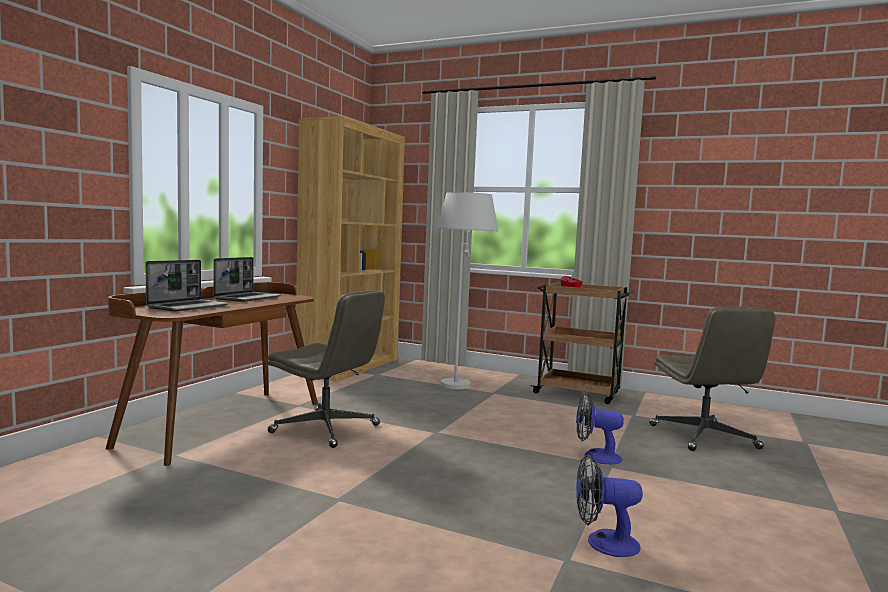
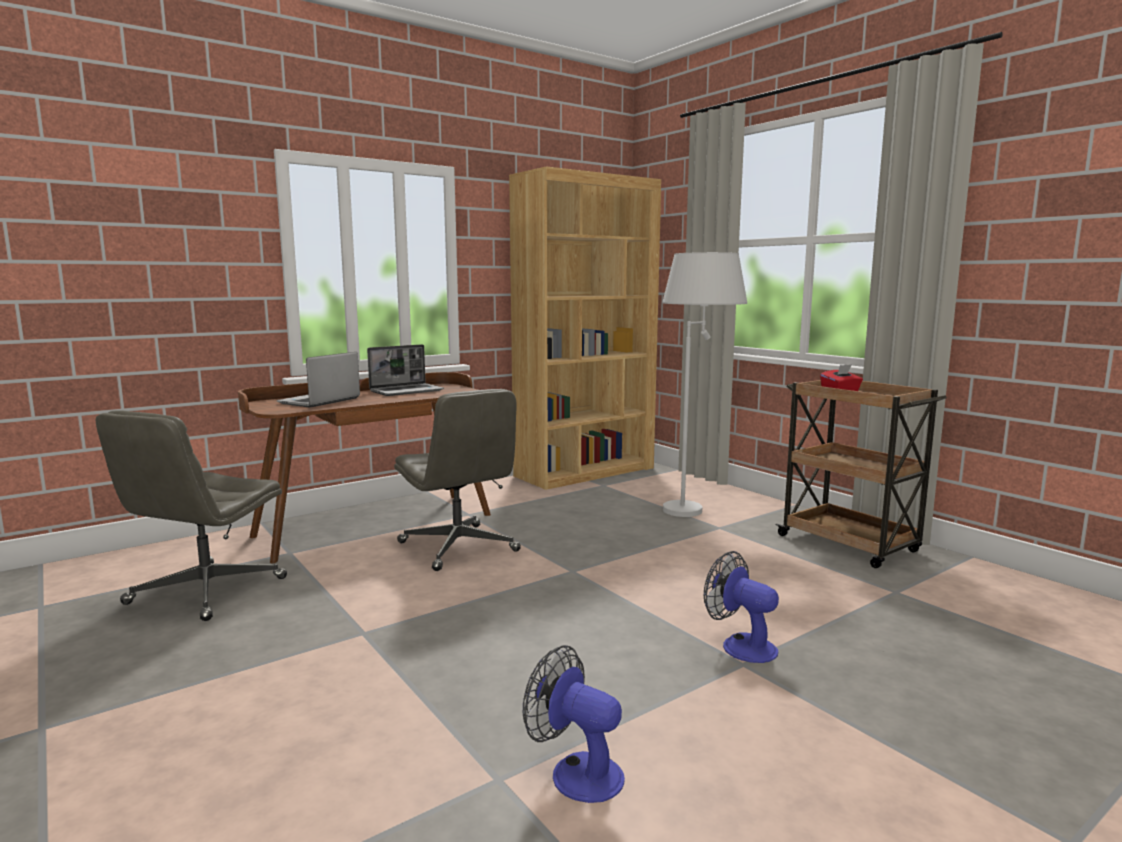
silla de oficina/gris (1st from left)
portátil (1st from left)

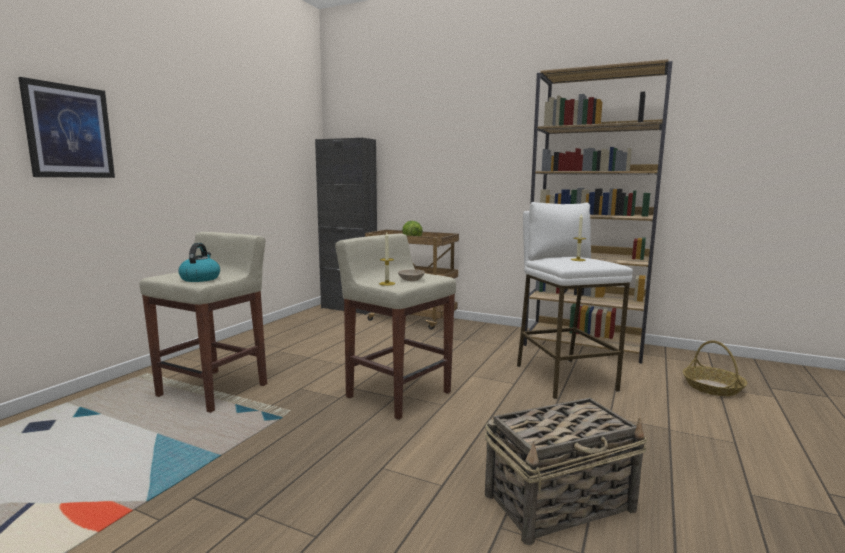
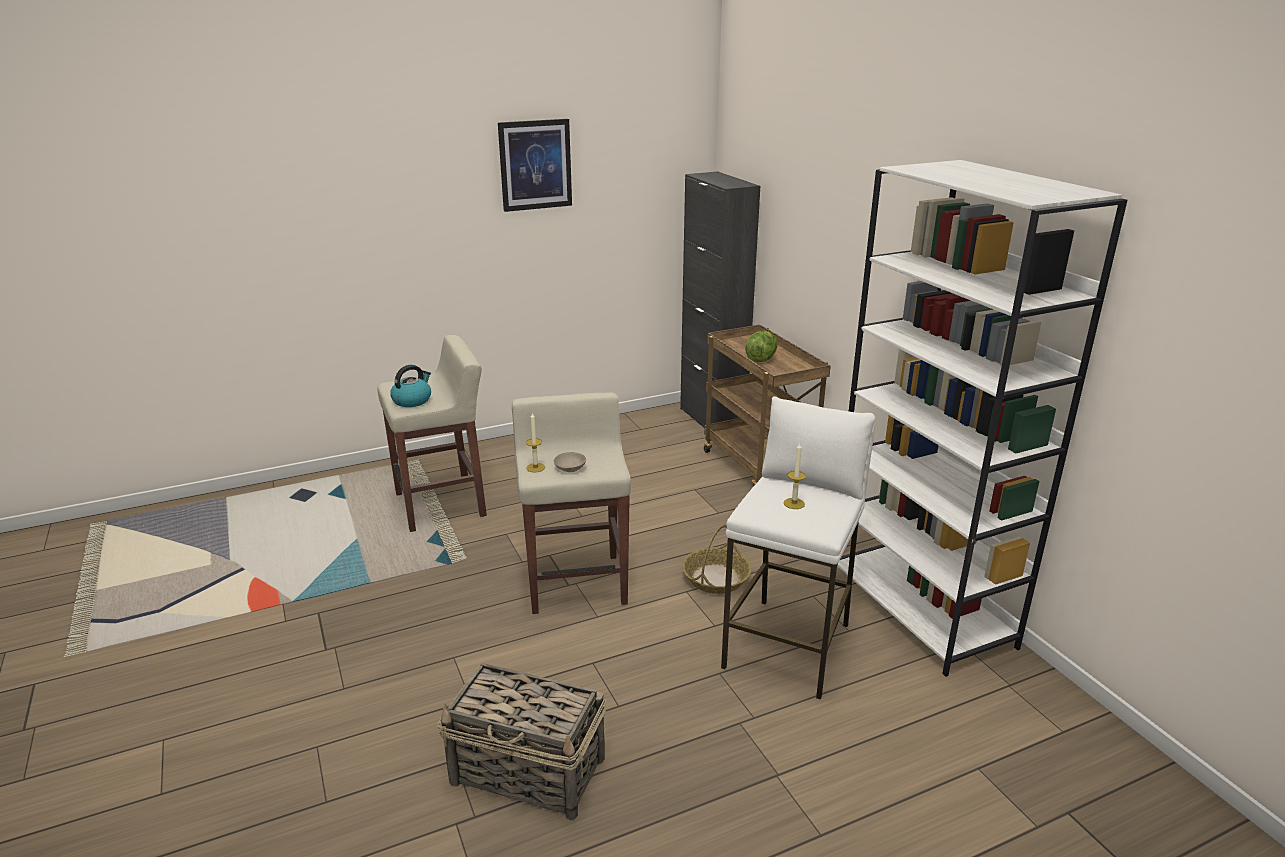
cuadro
cesta (2nd from left)
estantería/blanco

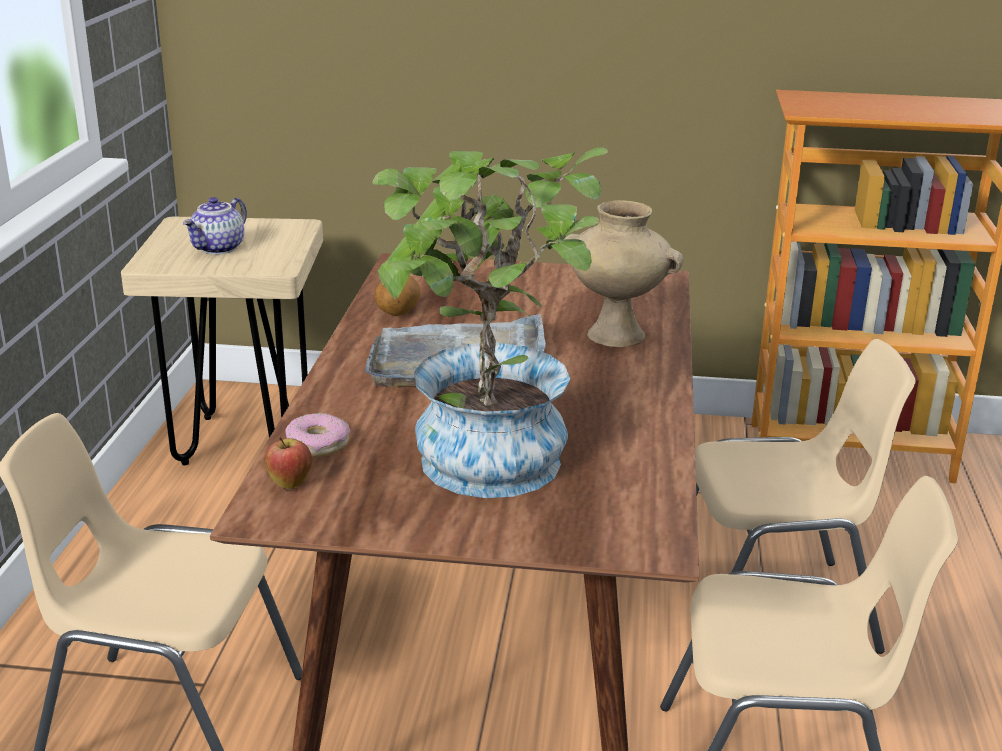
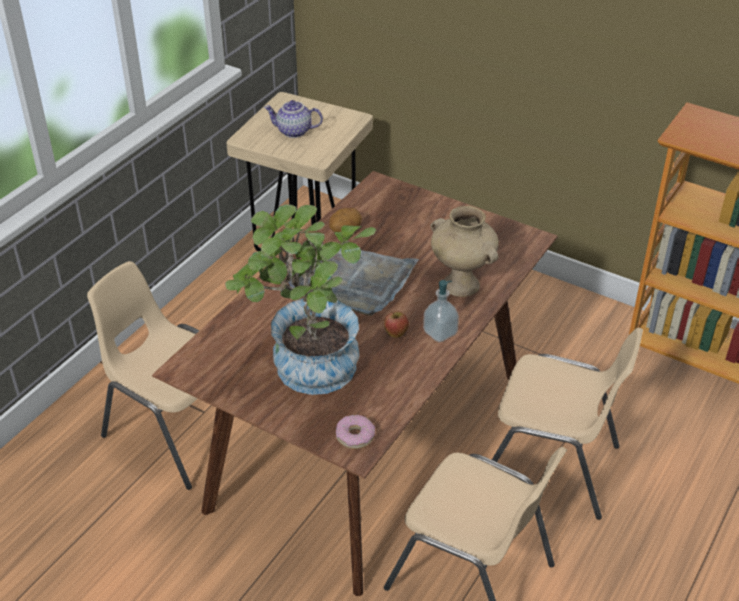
dispensador de jabón
manzana
rosquilla
tetera

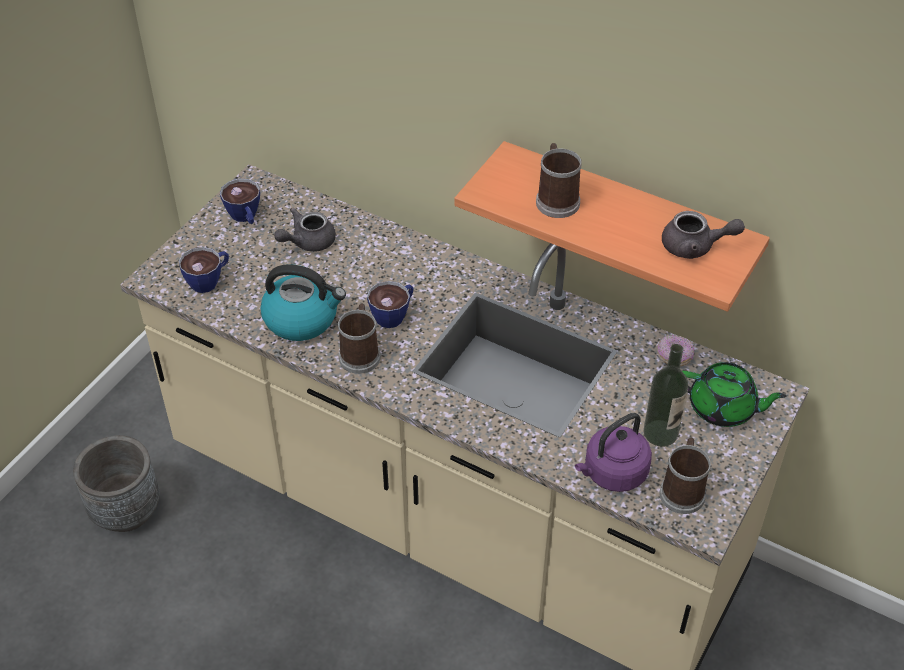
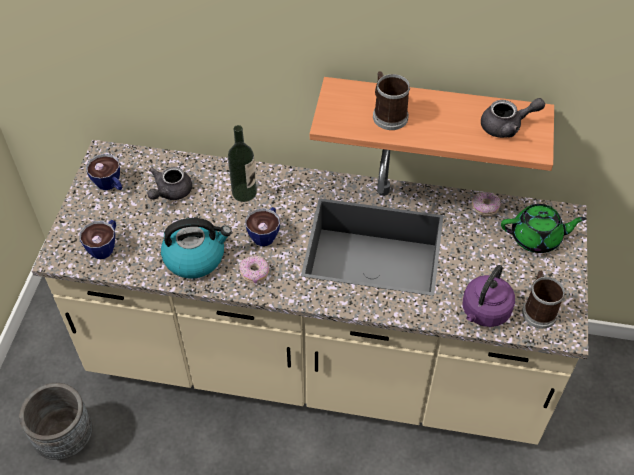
botella
rosquilla (1st from left)

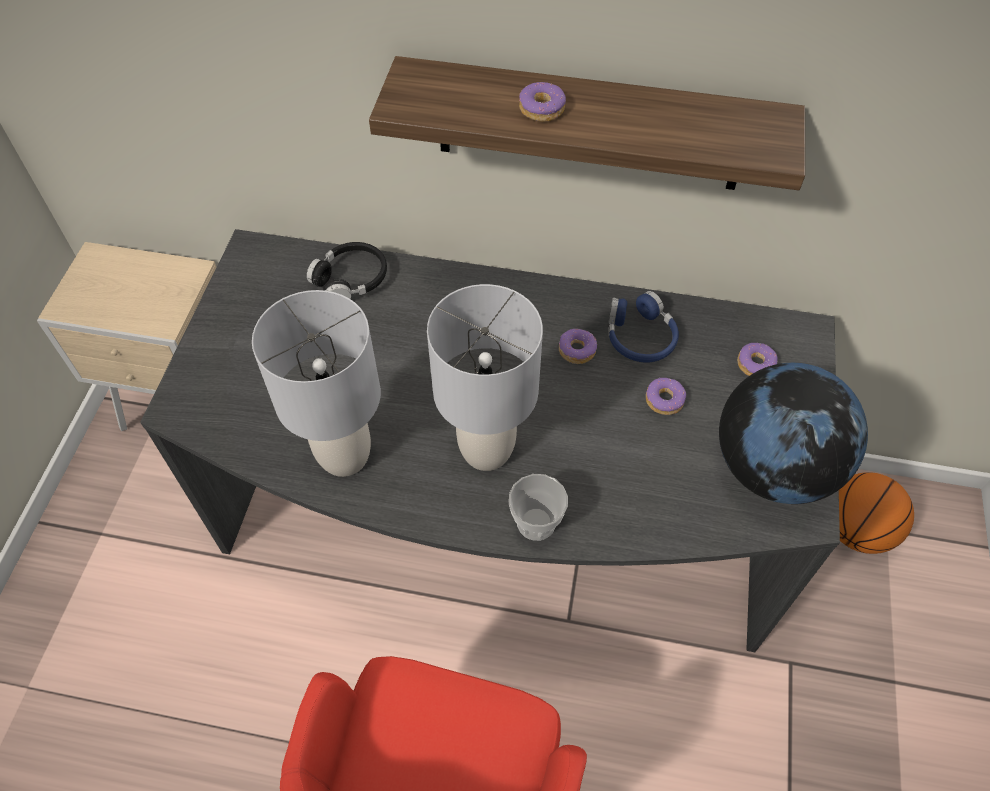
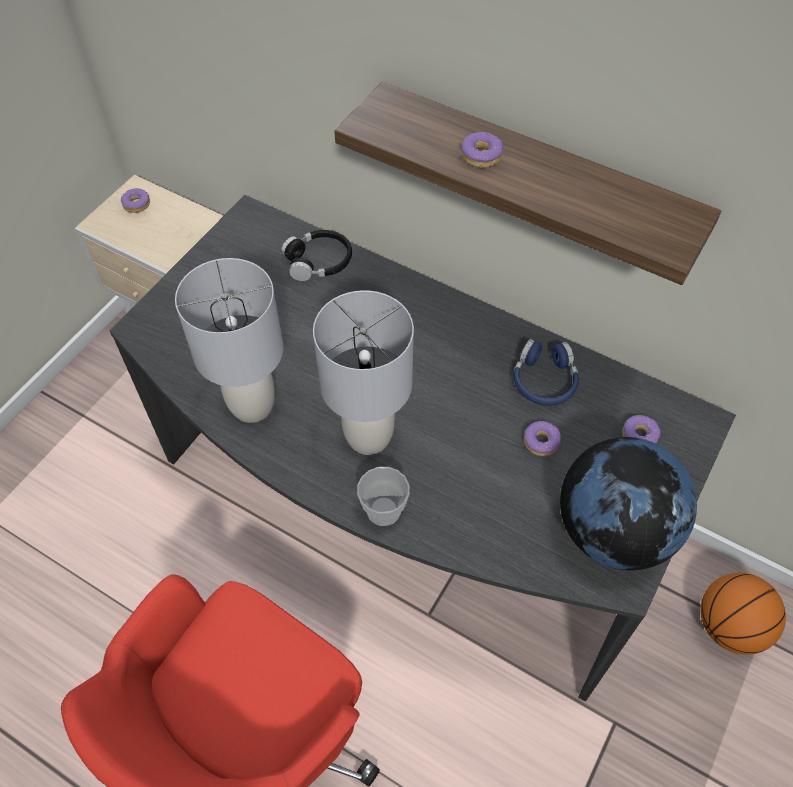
rosquilla (1st from left)

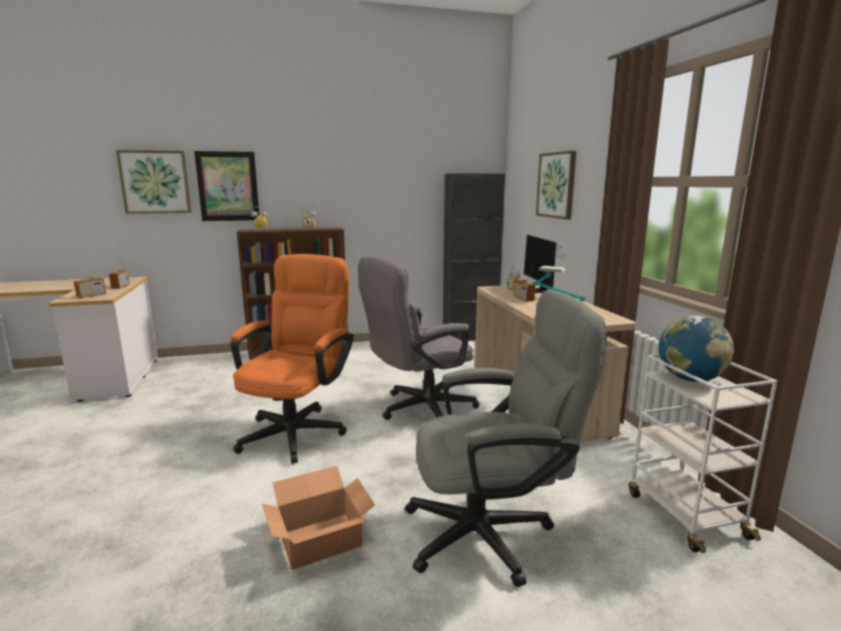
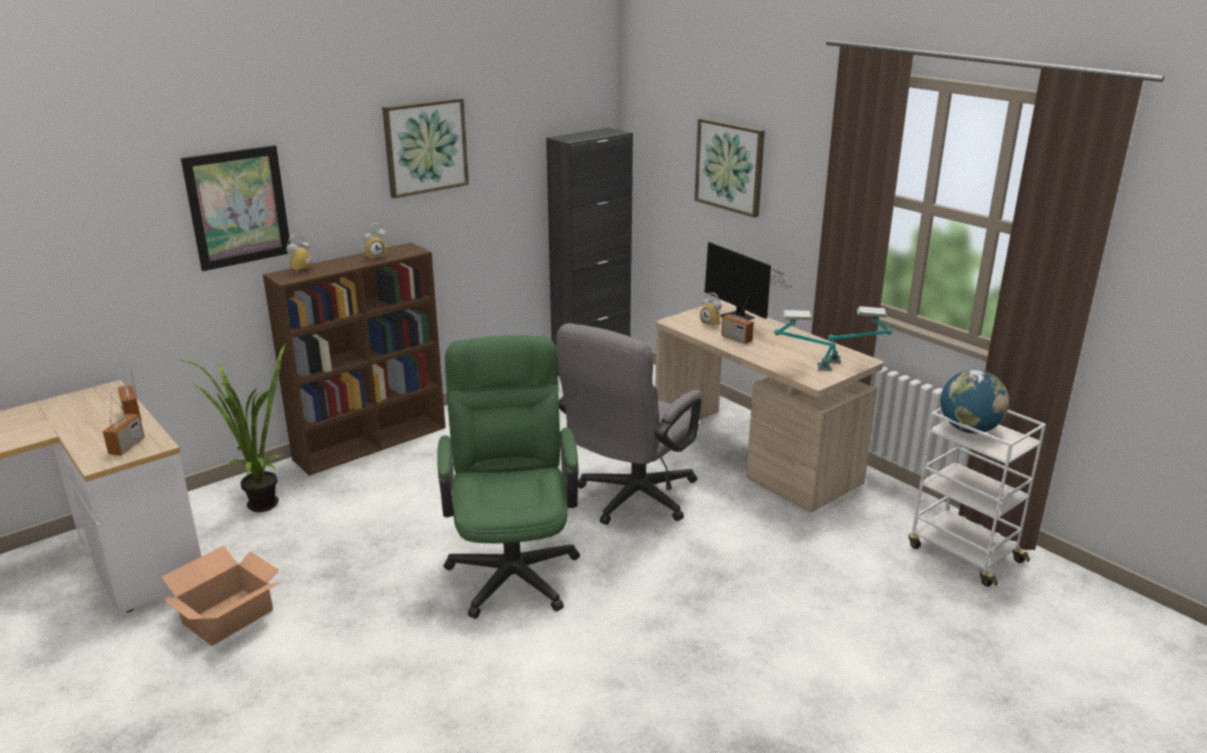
silla de oficina/gris (2nd from left in the first image)
planta en maceta
lámpara de mesa (2nd from left)
cuadro (2nd from left)
caja de cartón
silla de oficina/verde

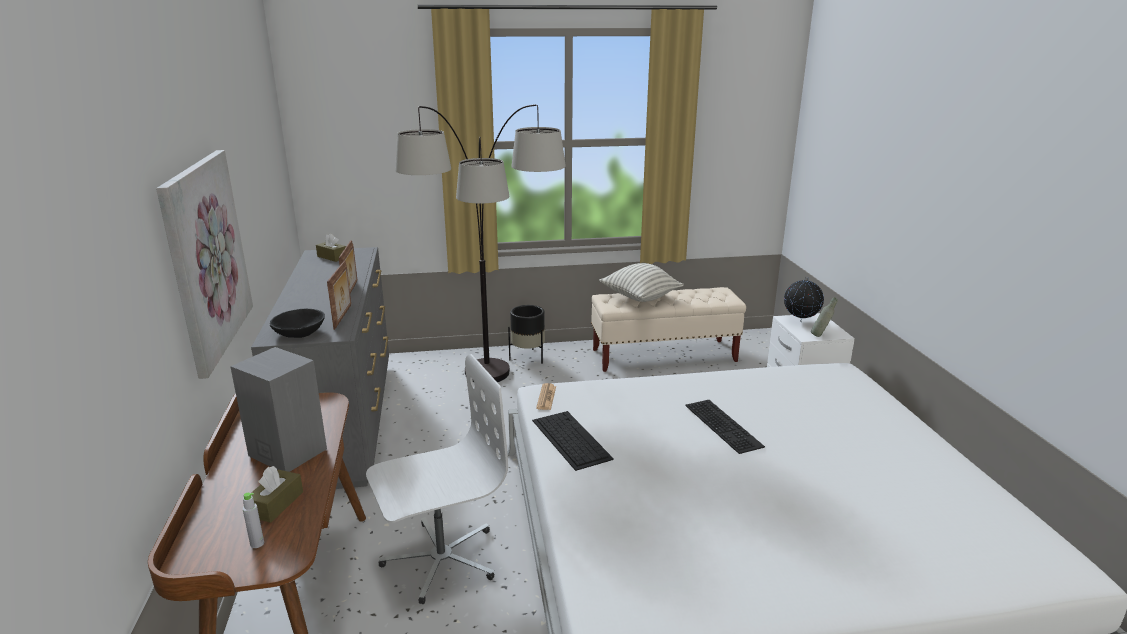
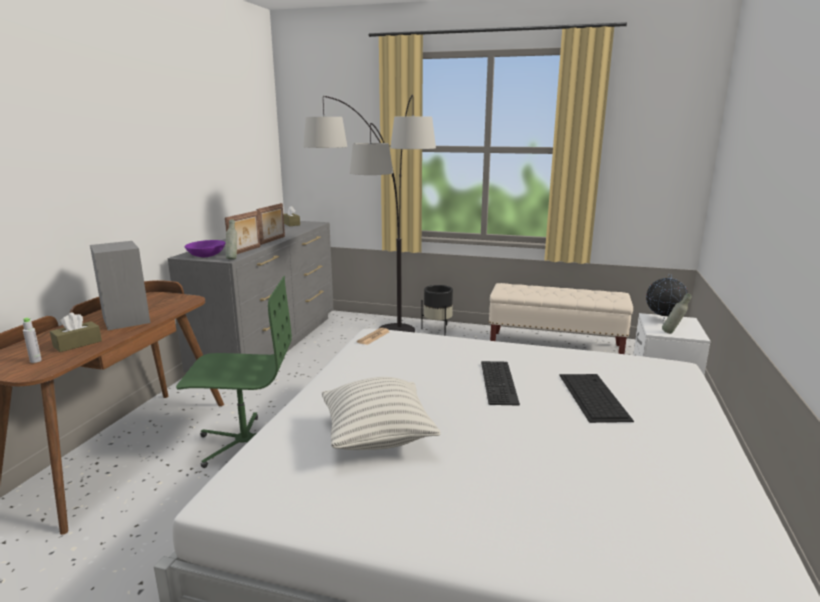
cuadro
botella/gris (2nd from left)
teclado (2nd from left)
cojín
cuenco/morado
silla de oficina/verde

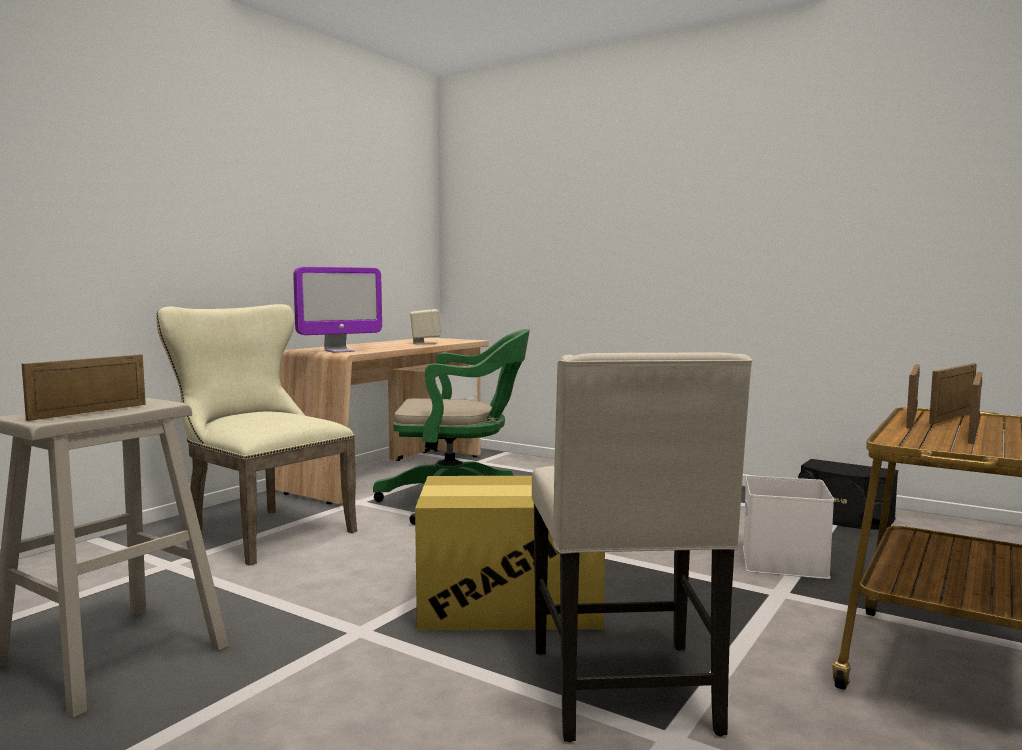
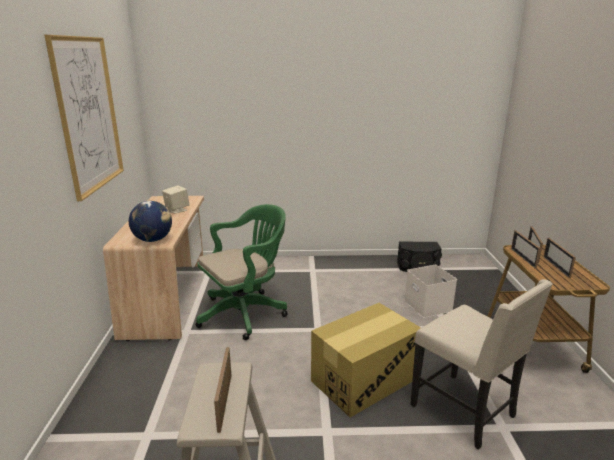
silla/beis (1st from left in the first image)
cuadro
globo terráqueo

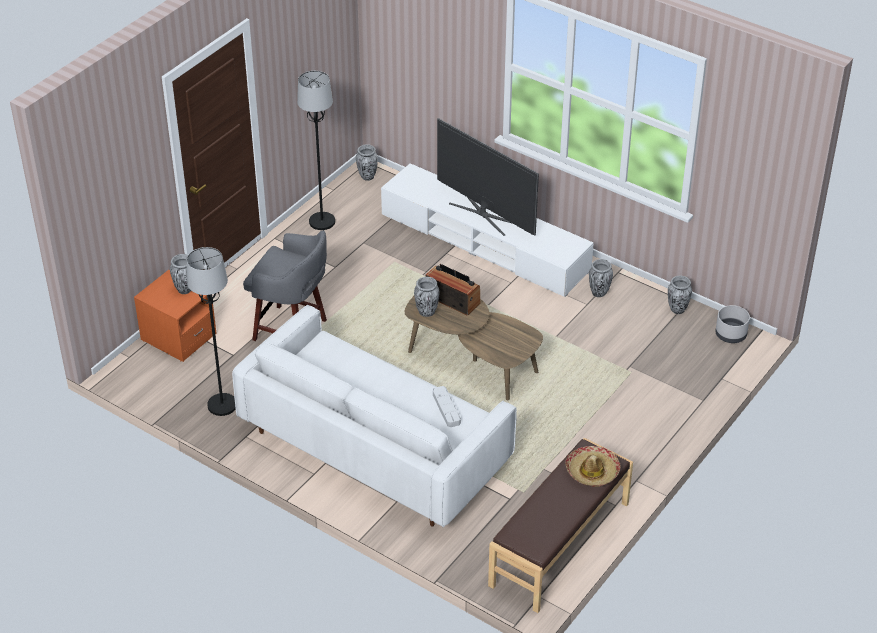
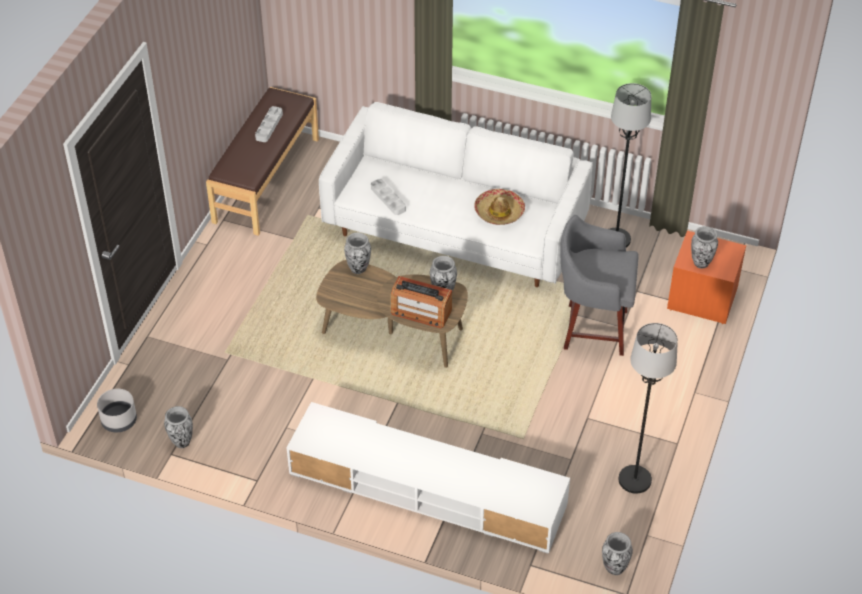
televisor
bandeja/gris (1st from left)
sombrero
florero (2nd from left)

